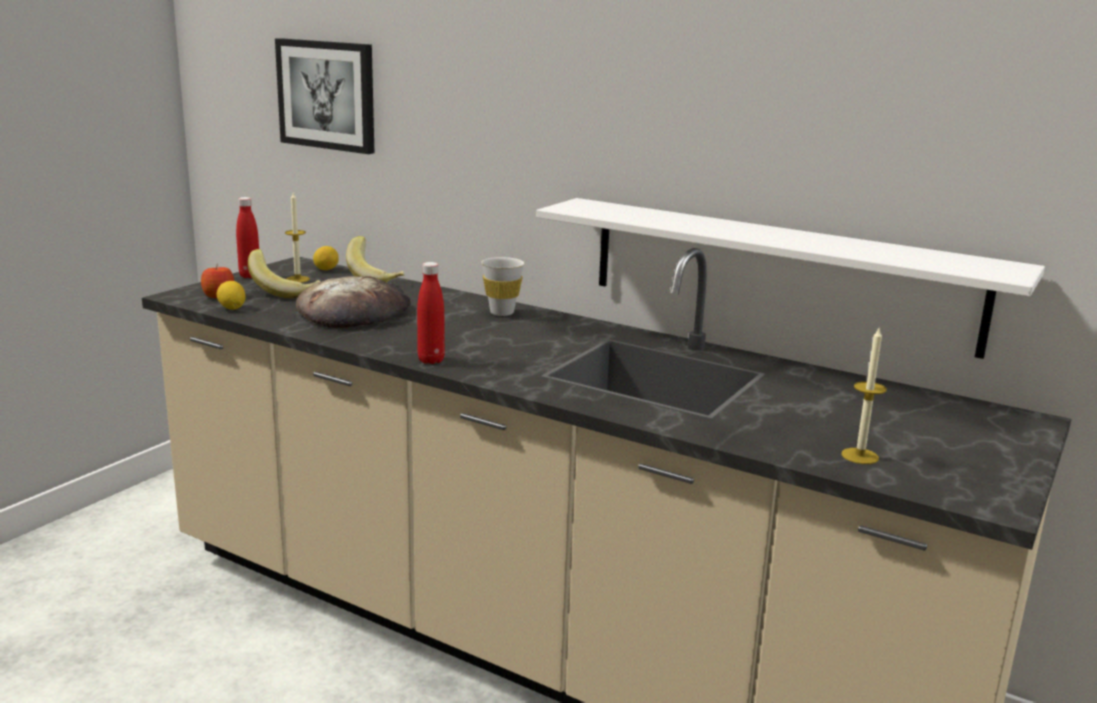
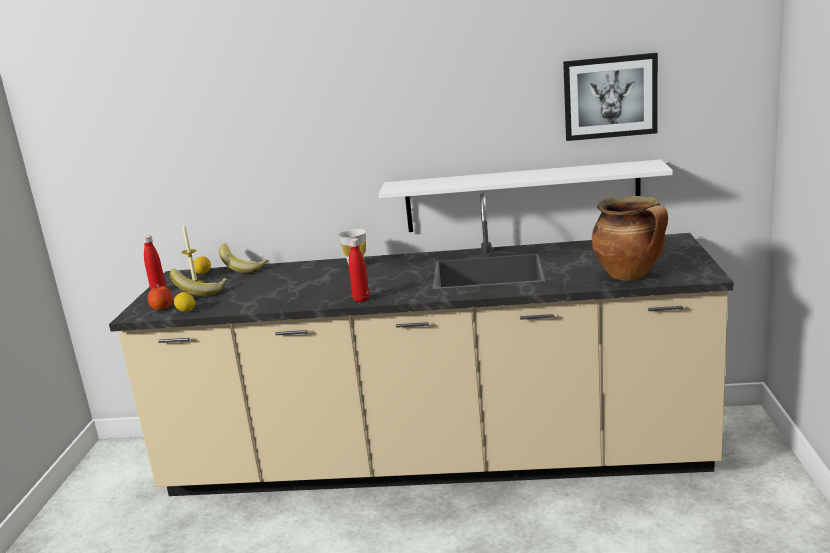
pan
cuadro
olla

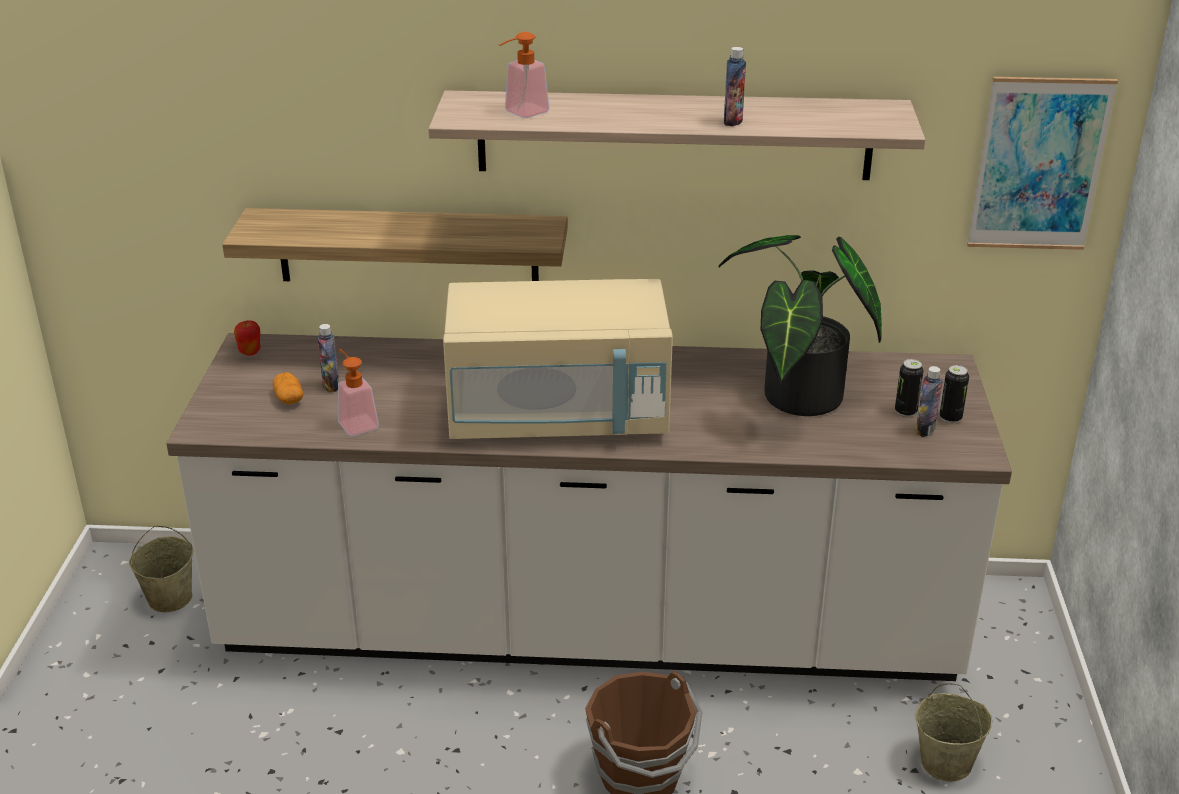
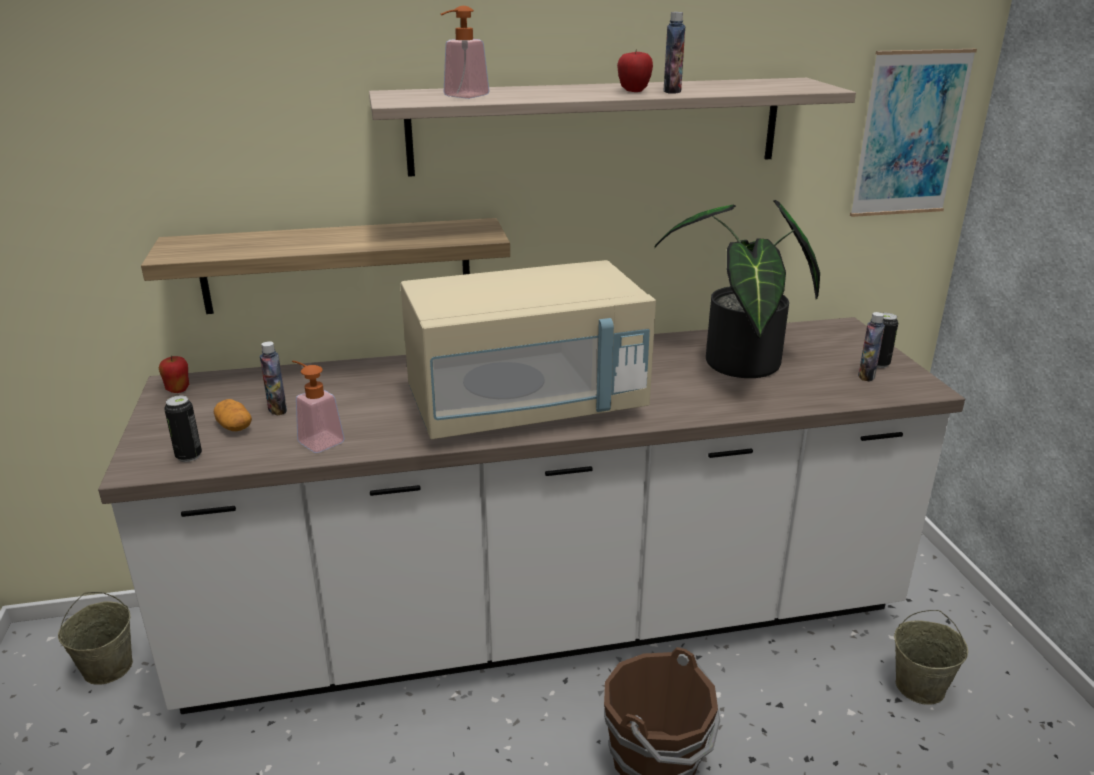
manzana (2nd from left)
lata (1st from left)

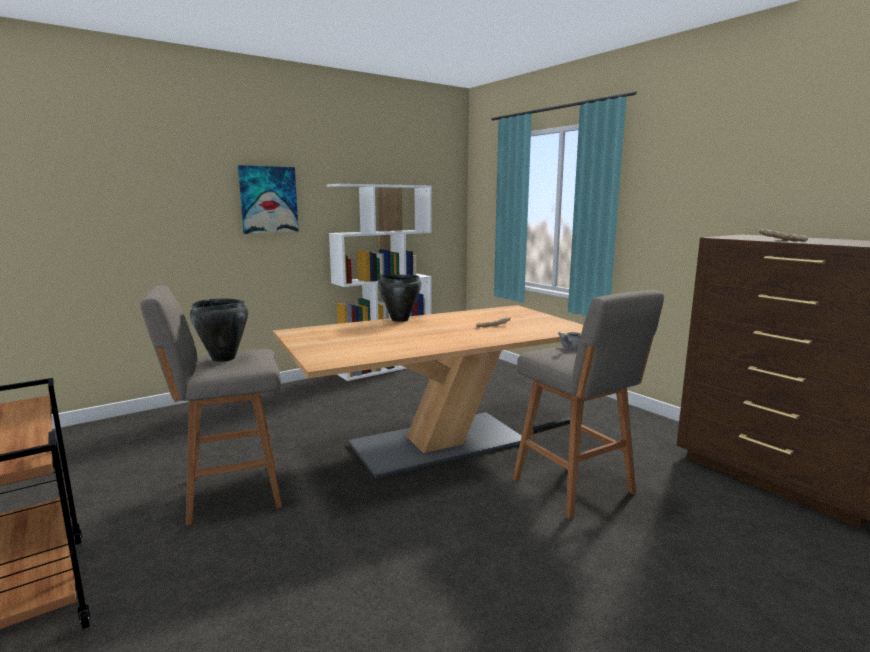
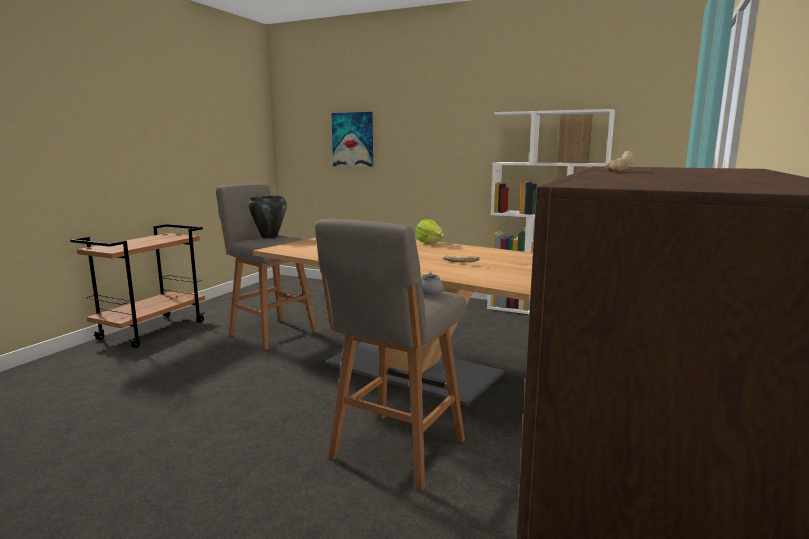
cuadro
lechuga

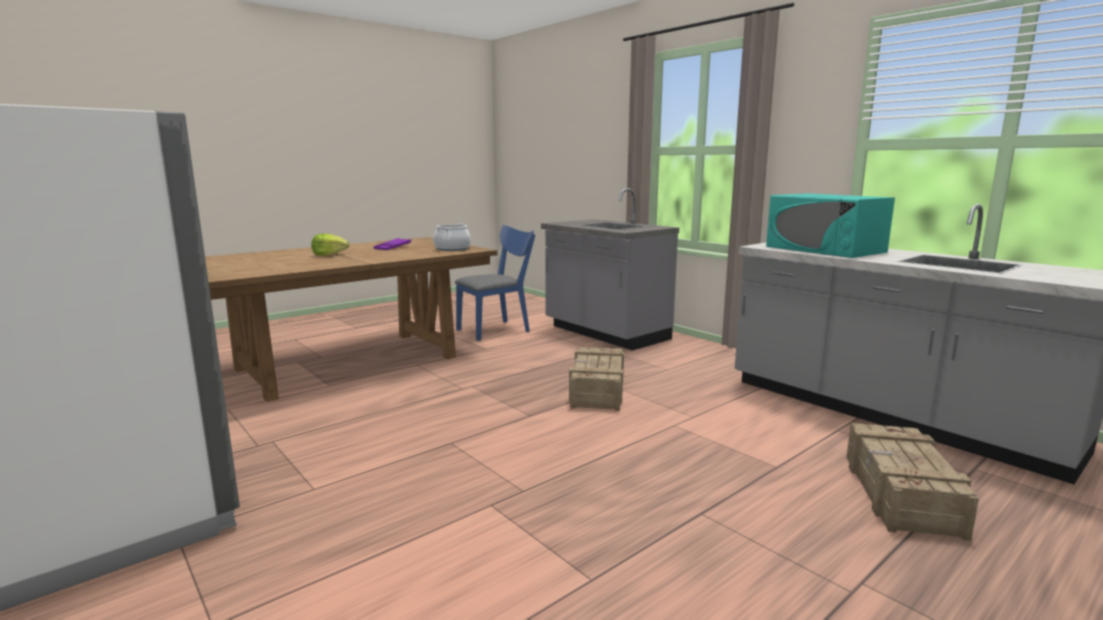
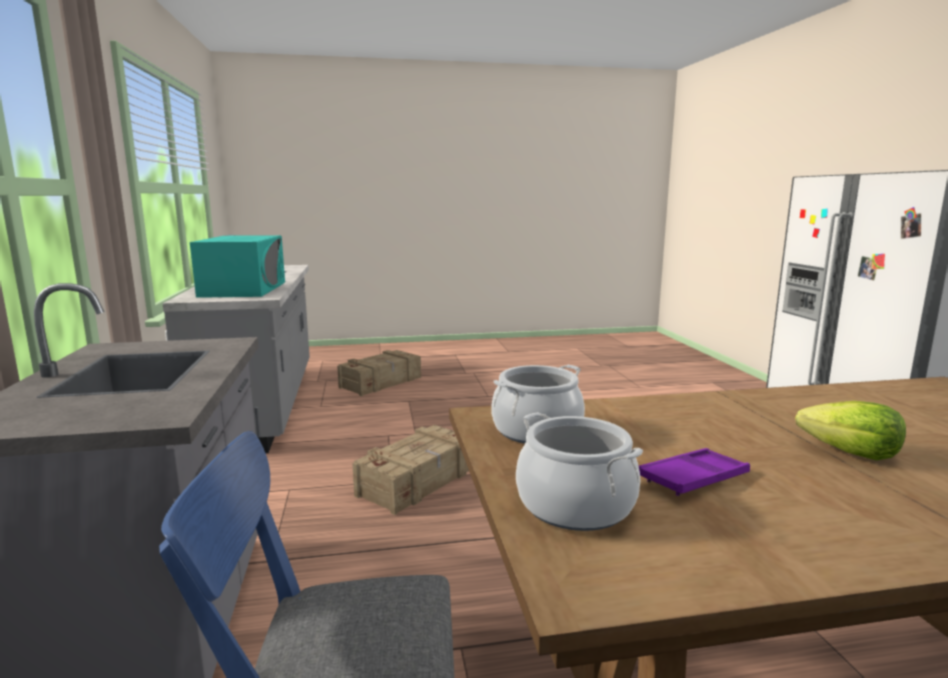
olla (2nd from left)

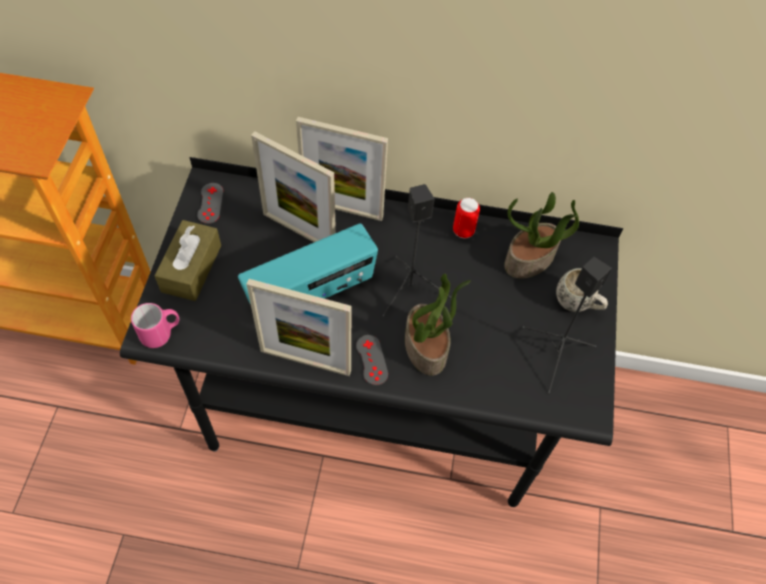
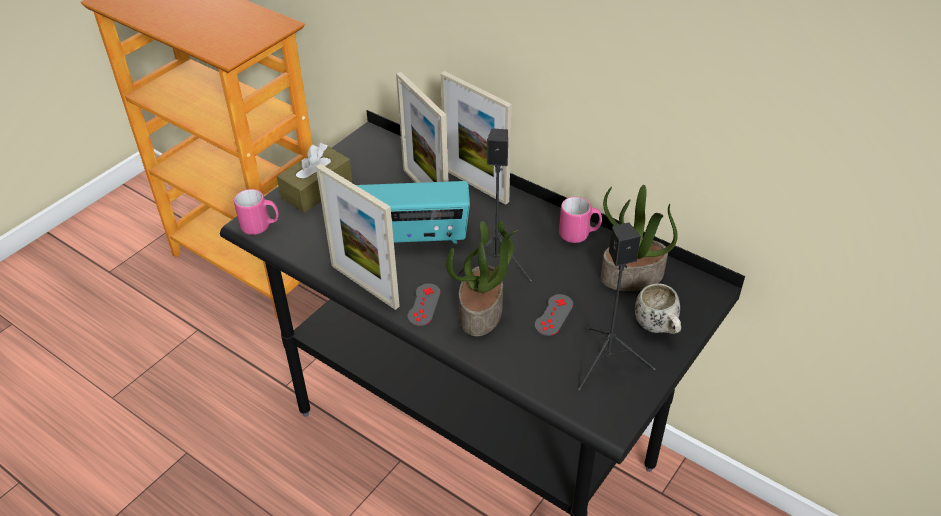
mando de consola/gris (2nd from left)
taza grande/rosa (2nd from left)

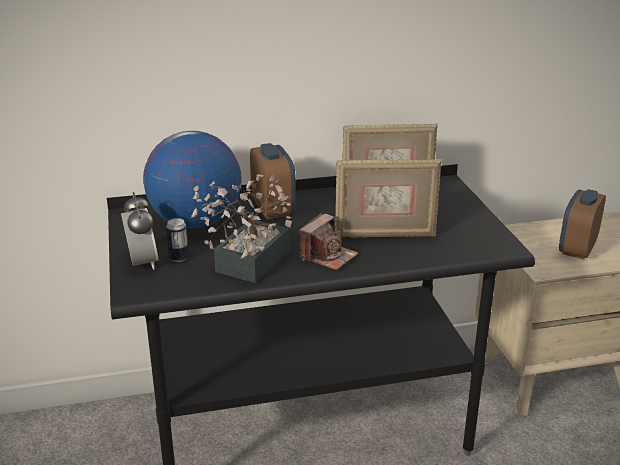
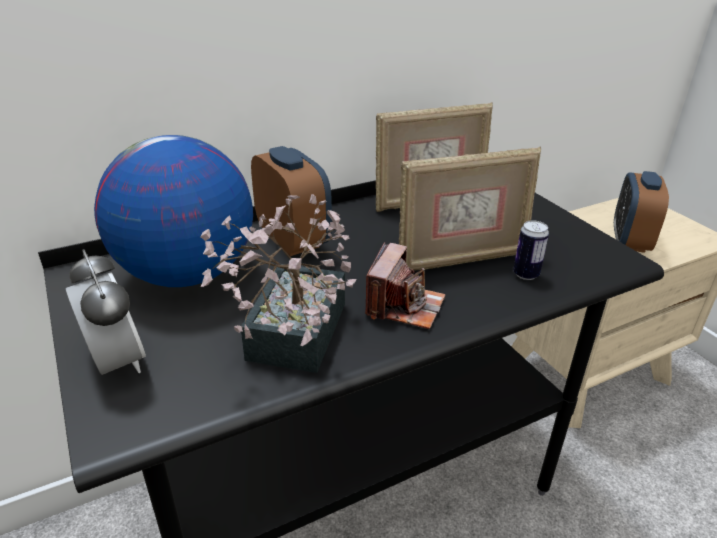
lata

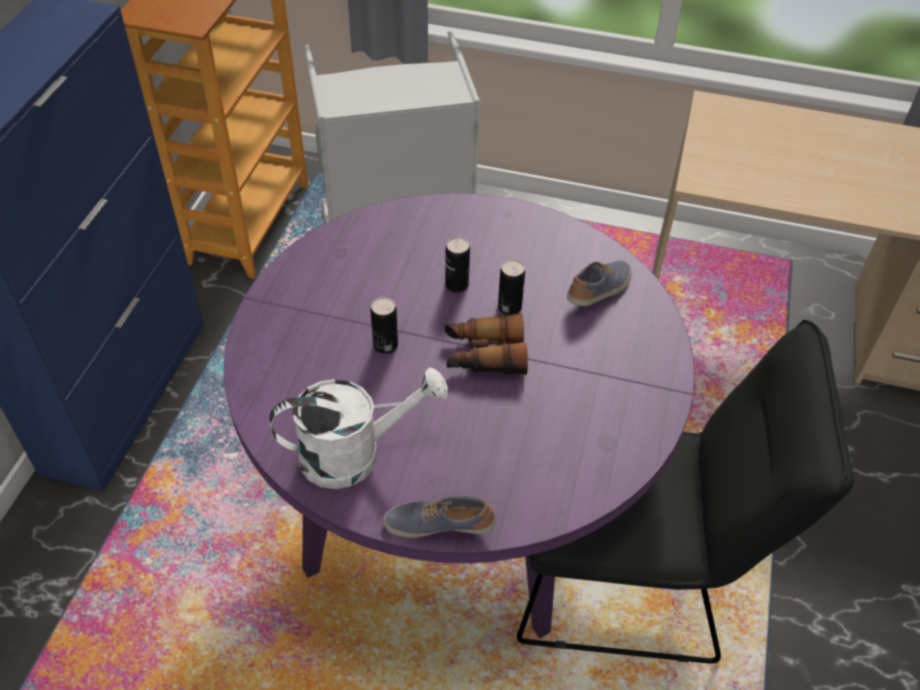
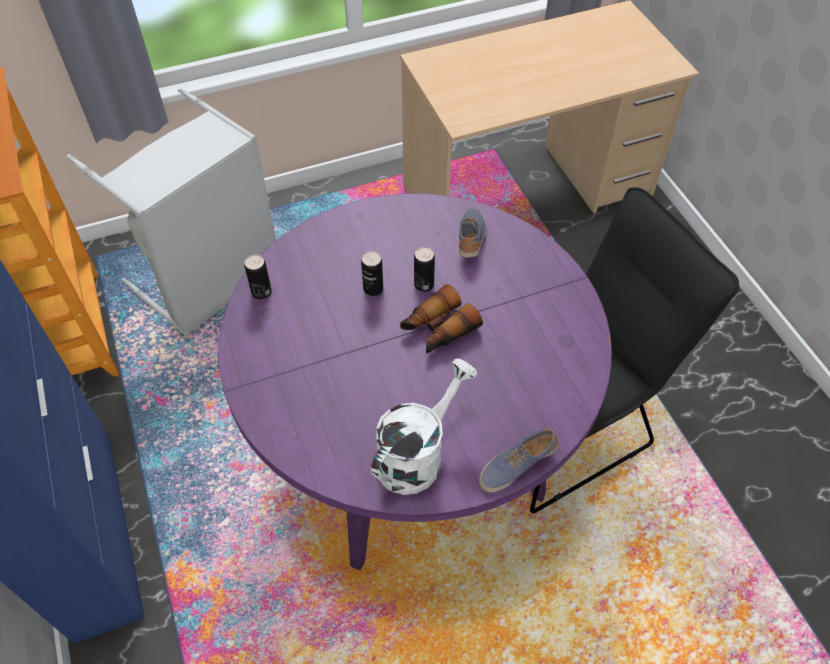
lata (1st from left)

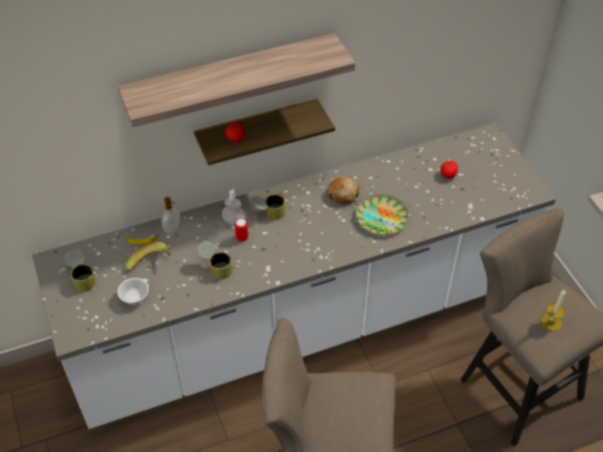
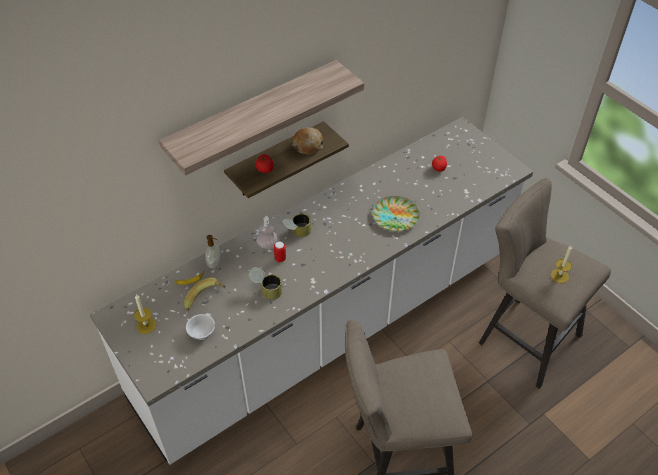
pan
vela (1st from left)

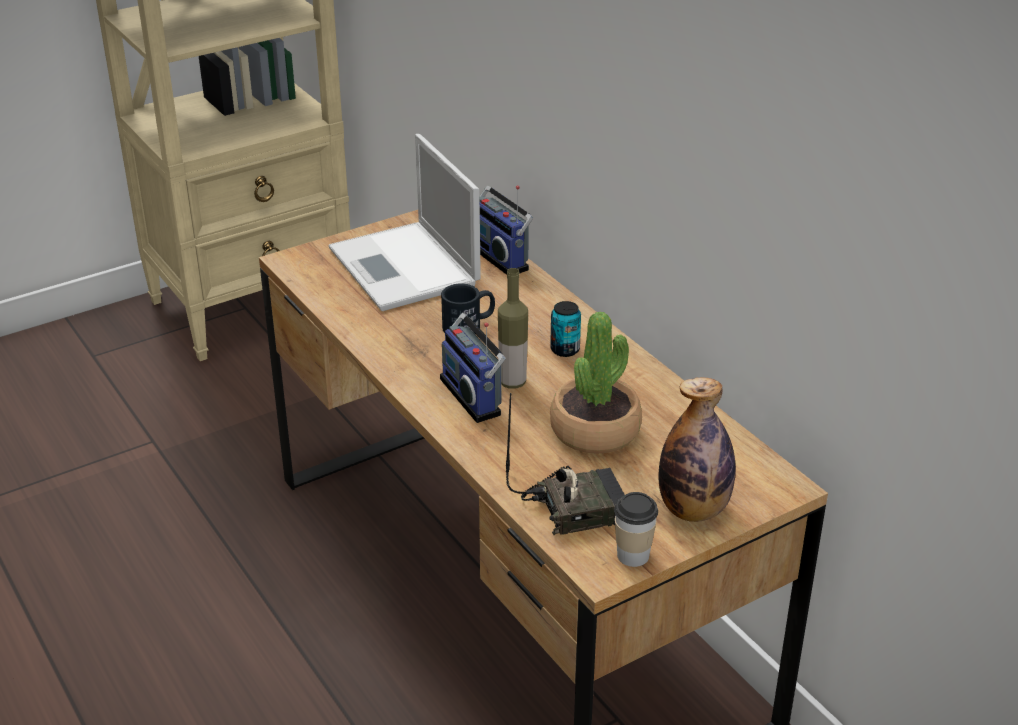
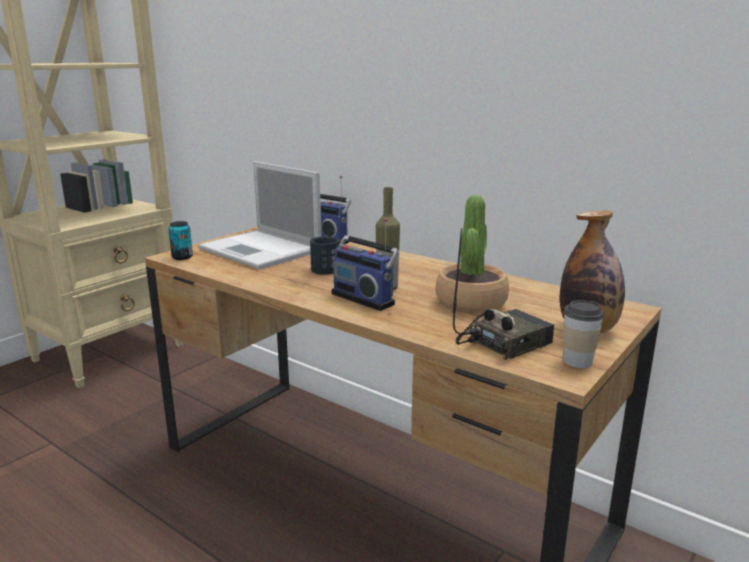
lata

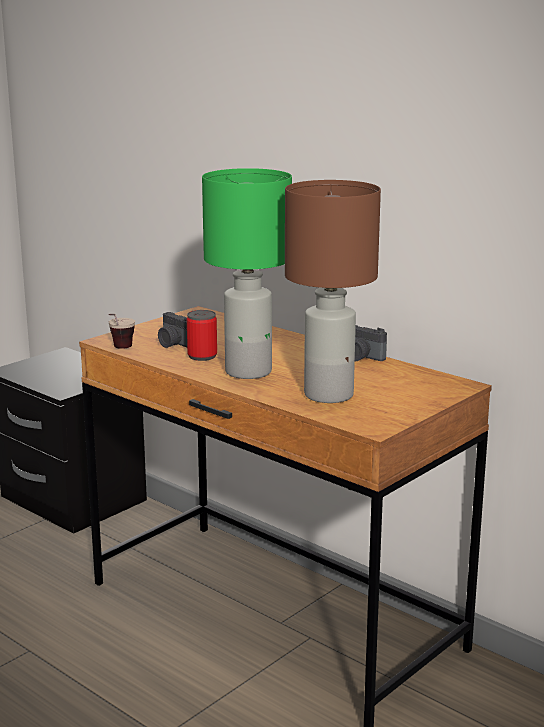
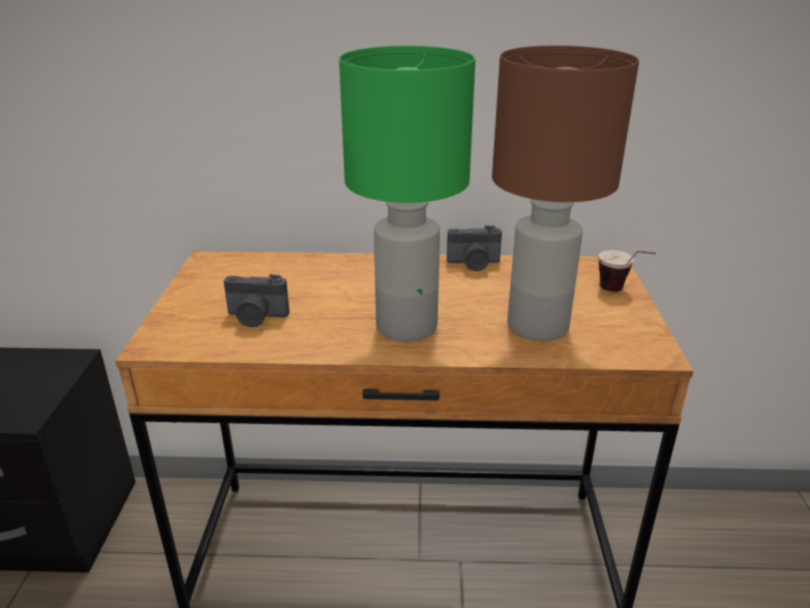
lata
taza

